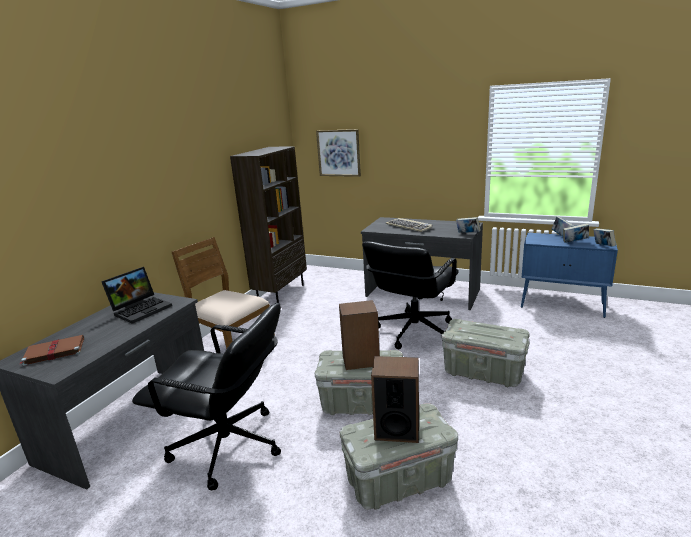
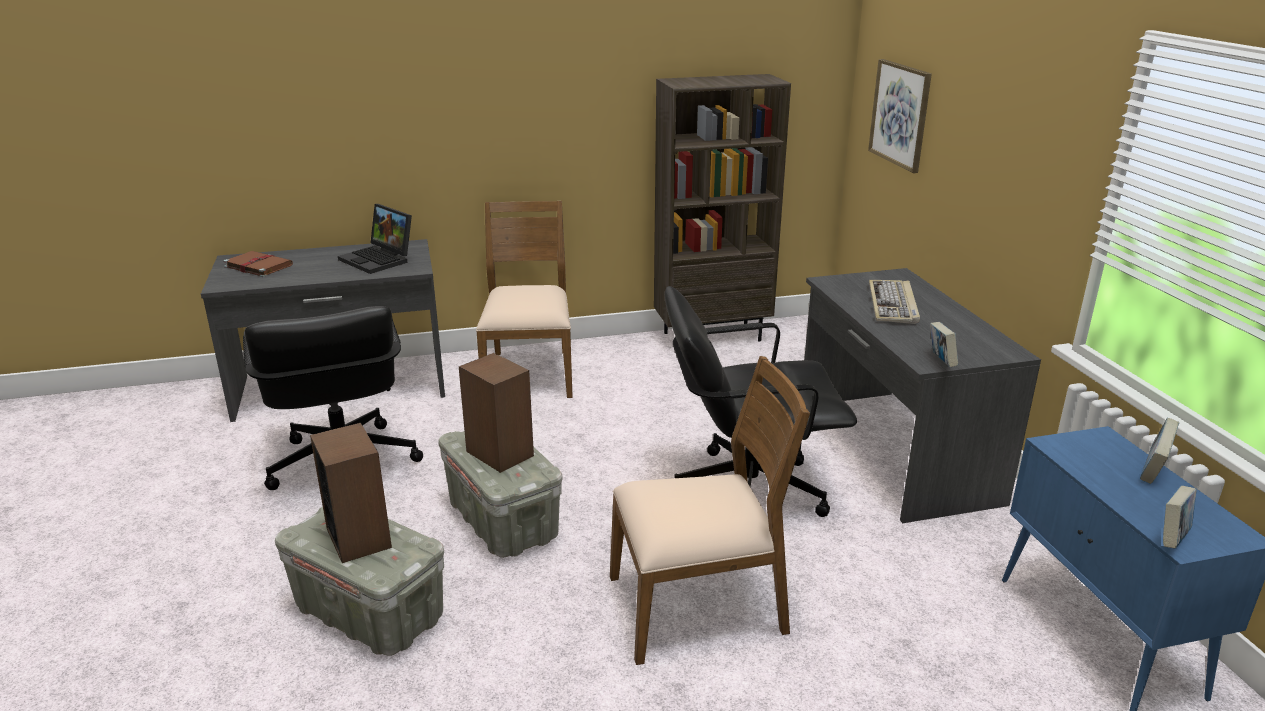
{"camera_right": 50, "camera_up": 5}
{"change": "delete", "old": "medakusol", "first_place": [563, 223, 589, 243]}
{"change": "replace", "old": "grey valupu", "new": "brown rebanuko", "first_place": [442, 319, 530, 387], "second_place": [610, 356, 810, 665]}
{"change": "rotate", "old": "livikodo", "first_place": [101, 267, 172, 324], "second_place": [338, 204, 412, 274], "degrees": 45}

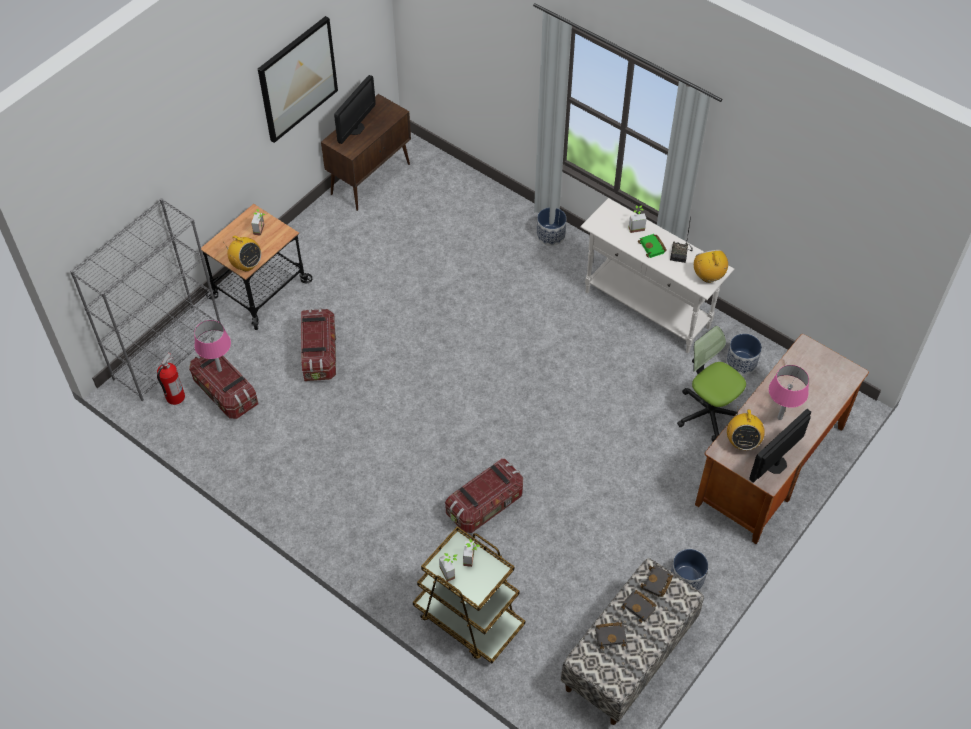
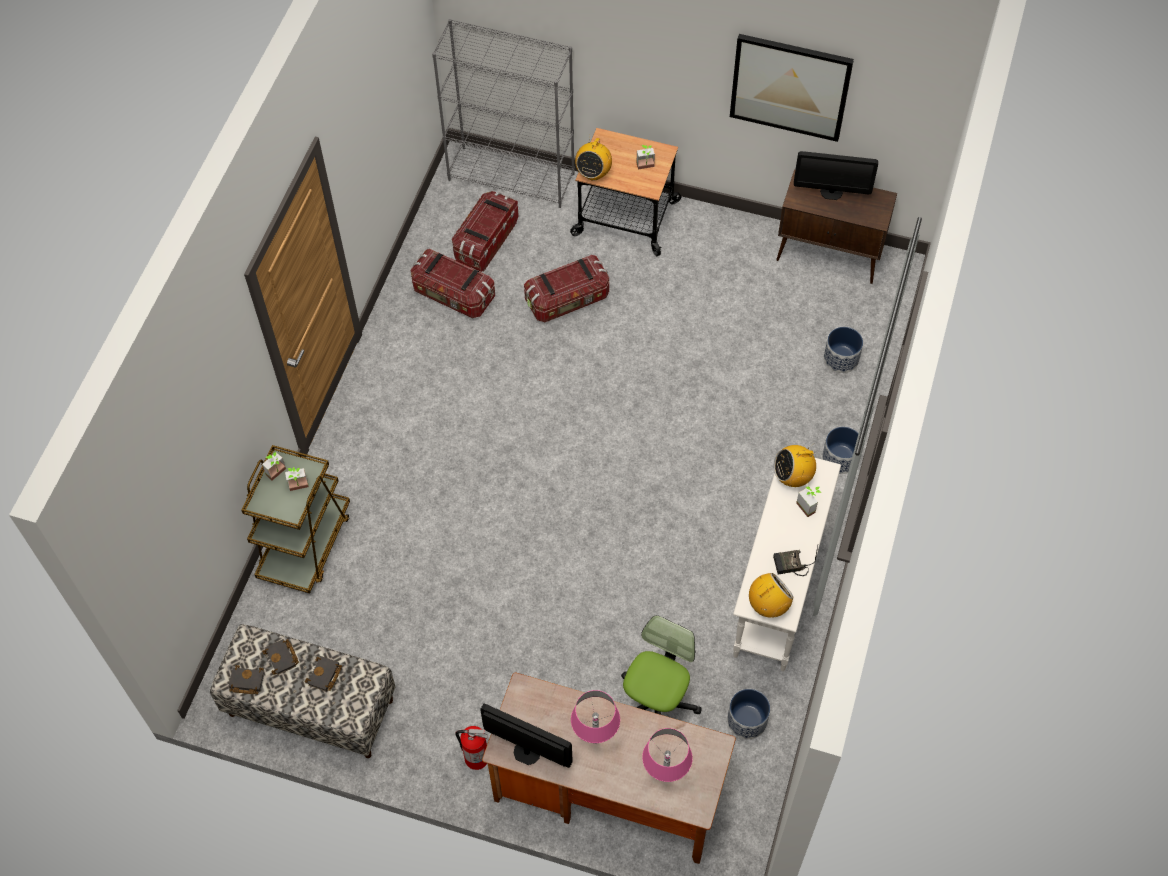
{"camera_right": 70, "camera_up": 5}
{"change": "delete", "old": "green medakusol", "first_place": [638, 234, 667, 258]}
{"change": "move", "old": "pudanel", "first_place": [157, 353, 185, 405], "second_place": [455, 726, 488, 770]}
{"change": "move", "old": "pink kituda", "first_place": [194, 320, 231, 372], "second_place": [642, 728, 693, 782]}
{"change": "move", "old": "valupu", "first_place": [445, 459, 523, 533], "second_place": [410, 249, 495, 318]}
{"change": "move", "old": "black medakusol", "first_place": [640, 566, 673, 597], "second_place": [229, 665, 264, 694]}
{"change": "move", "old": "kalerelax", "first_place": [671, 549, 708, 591], "second_place": [824, 327, 863, 373]}
{"change": "move", "old": "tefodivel", "first_place": [727, 406, 765, 450], "second_place": [774, 443, 816, 487]}

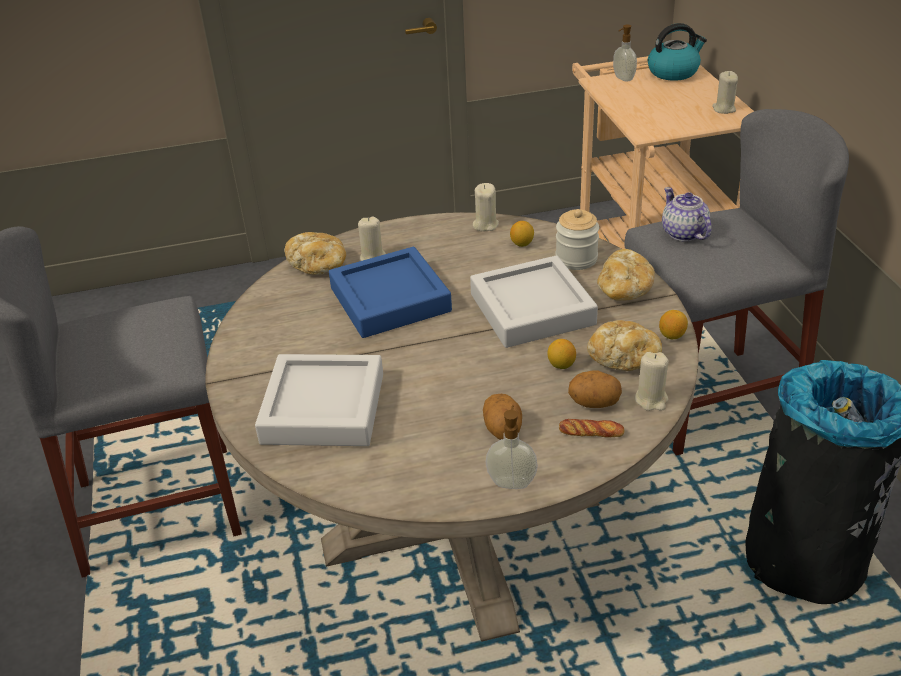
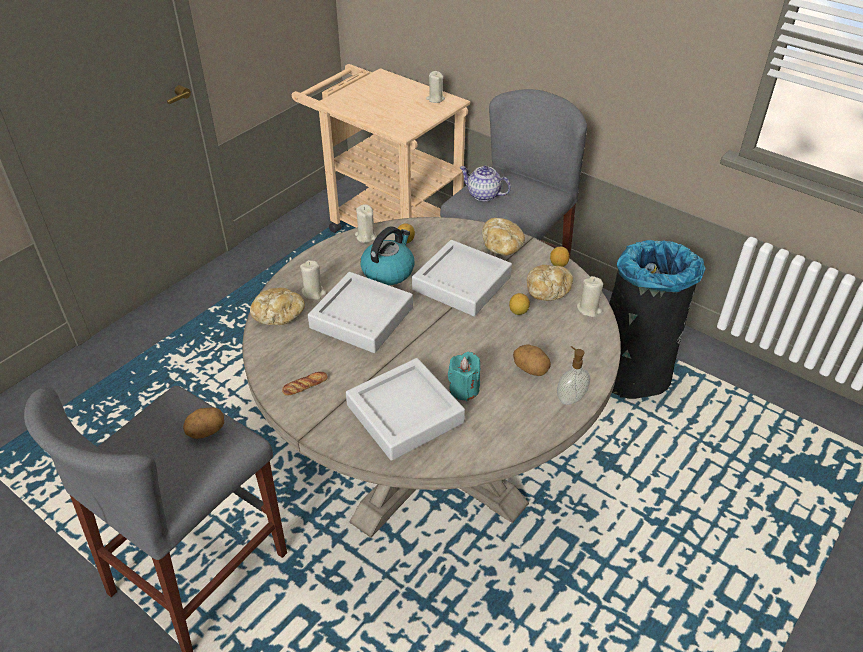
{"camera_right": -40, "camera_up": 5}
{"change": "delete", "old": "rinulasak", "first_place": [556, 209, 599, 270]}
{"change": "delete", "old": "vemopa", "first_place": [613, 25, 637, 82]}
{"change": "insert", "new": "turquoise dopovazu", "second_place": [448, 352, 480, 401]}
{"change": "move", "old": "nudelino", "first_place": [559, 419, 625, 438], "second_place": [282, 372, 328, 396]}
{"change": "move", "old": "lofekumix", "first_place": [568, 370, 622, 408], "second_place": [183, 408, 224, 439]}
{"change": "move", "old": "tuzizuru", "first_place": [648, 23, 707, 81], "second_place": [361, 226, 414, 285]}
{"change": "recolor", "old": "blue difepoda", "new": "grey difepoda", "first_place": [329, 247, 452, 338], "second_place": [308, 272, 413, 353]}

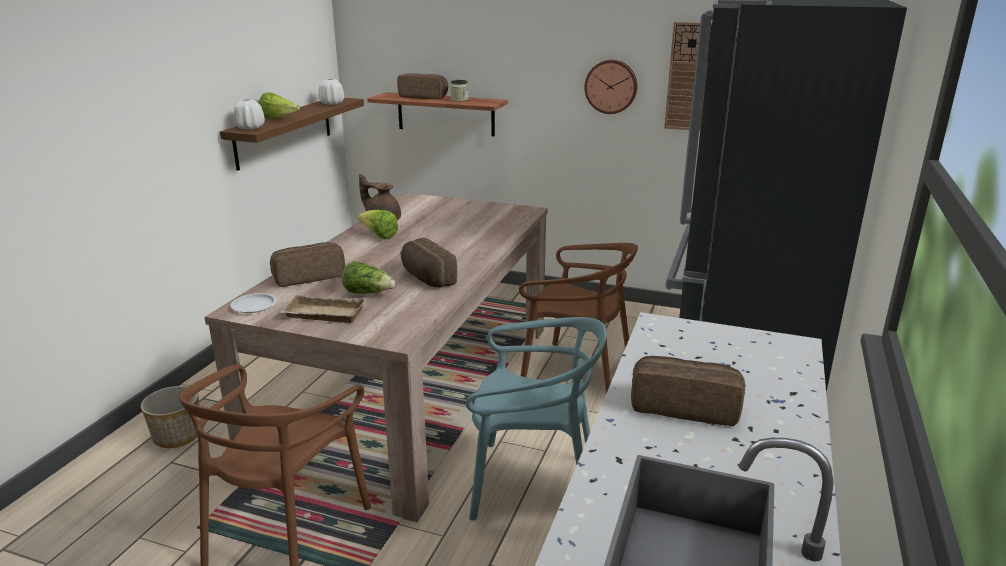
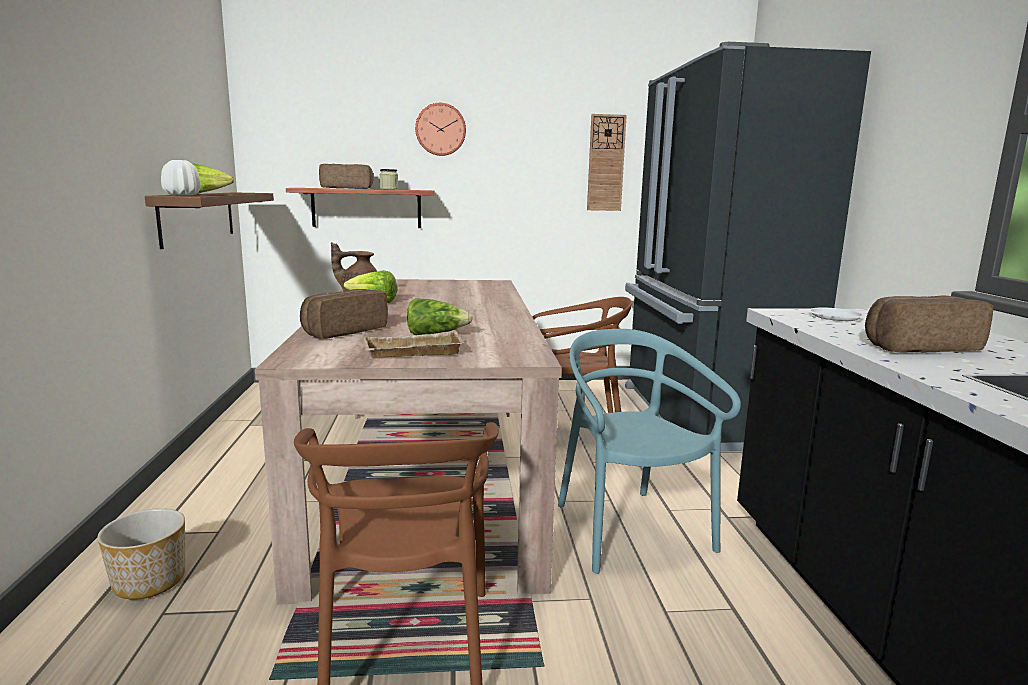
{"camera_right": -25, "camera_up": -10}
{"change": "delete", "old": "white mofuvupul", "first_place": [318, 79, 344, 105]}
{"change": "delete", "old": "nudelino", "first_place": [401, 238, 457, 288]}
{"change": "move", "old": "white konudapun", "first_place": [231, 293, 276, 313], "second_place": [808, 308, 865, 321]}
{"change": "move", "old": "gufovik", "first_place": [584, 60, 637, 114], "second_place": [415, 103, 466, 156]}
{"change": "rotate", "old": "turquoise rebanuko", "first_place": [466, 317, 606, 520], "second_place": [558, 329, 741, 574], "degrees": -90}

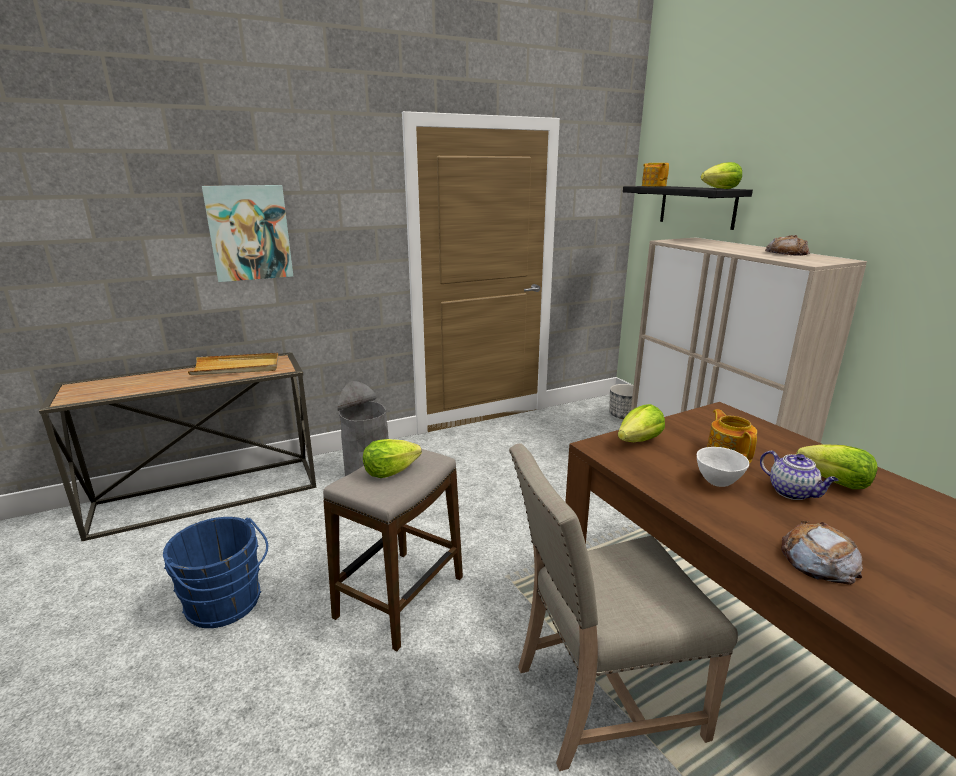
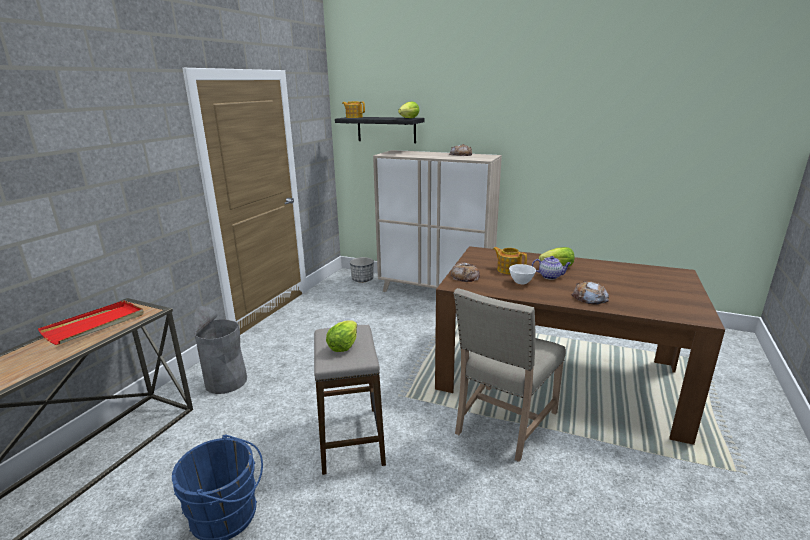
{"camera_right": -40, "camera_up": 0}
{"change": "delete", "old": "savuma", "first_place": [202, 185, 293, 282]}
{"change": "replace", "old": "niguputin", "new": "nudelino", "first_place": [618, 404, 665, 442], "second_place": [451, 262, 480, 282]}
{"change": "recolor", "old": "beige difepoda", "new": "red difepoda", "first_place": [188, 353, 279, 375], "second_place": [38, 300, 144, 345]}

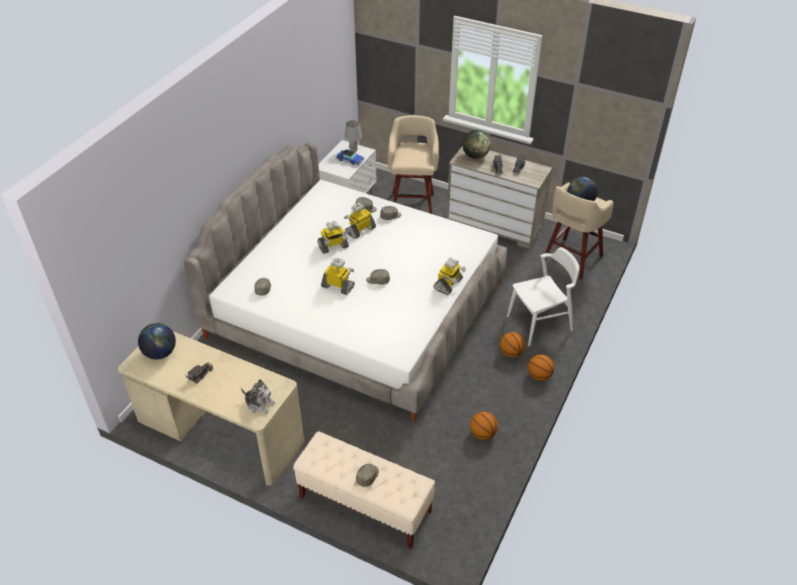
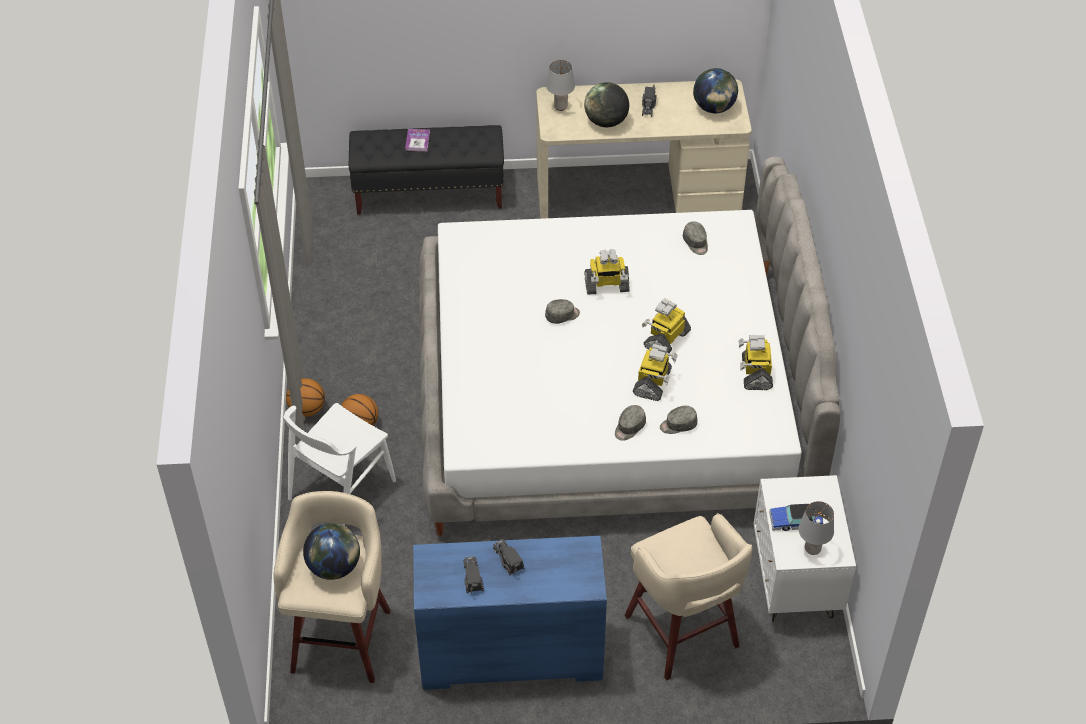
{"camera_right": 150, "camera_up": 5}
{"change": "delete", "old": "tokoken", "first_place": [470, 412, 498, 440]}
{"change": "move", "old": "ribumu", "first_place": [433, 258, 466, 295], "second_place": [739, 335, 773, 390]}
{"change": "move", "old": "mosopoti", "first_place": [462, 130, 491, 159], "second_place": [584, 82, 629, 127]}
{"change": "replace", "old": "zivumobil", "new": "grey kituda", "first_place": [241, 379, 275, 414], "second_place": [546, 60, 575, 111]}
{"change": "replace", "old": "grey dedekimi", "new": "medakusol", "first_place": [356, 464, 379, 487], "second_place": [405, 129, 430, 151]}
{"change": "recolor", "old": "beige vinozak", "new": "black vinozak", "first_place": [293, 431, 435, 549], "second_place": [349, 125, 504, 215]}
{"change": "recolor", "old": "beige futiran", "new": "blue futiran", "first_place": [446, 146, 552, 249], "second_place": [413, 536, 607, 690]}

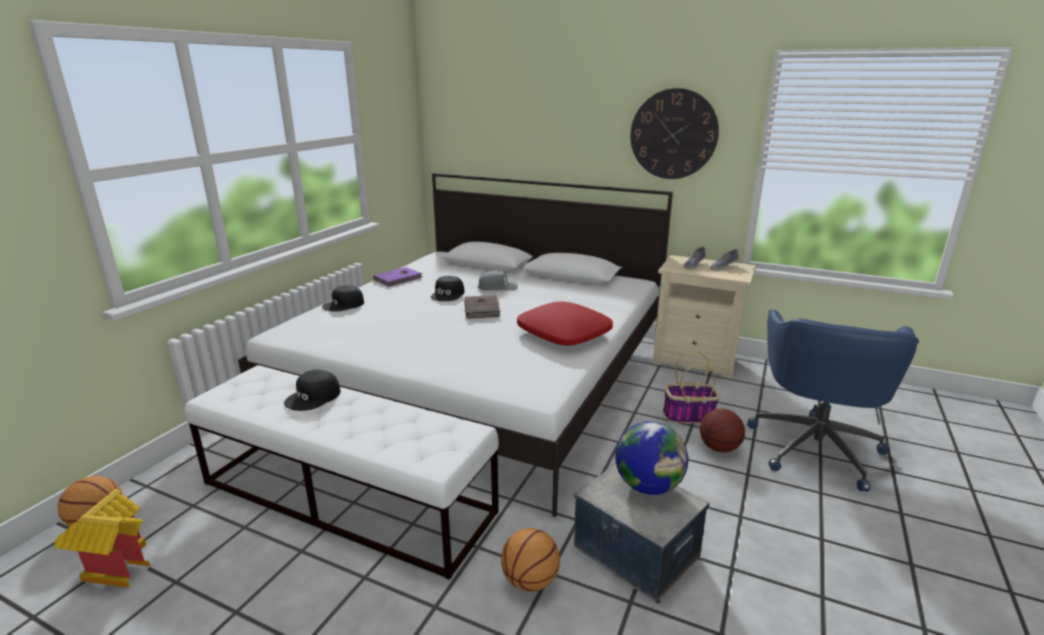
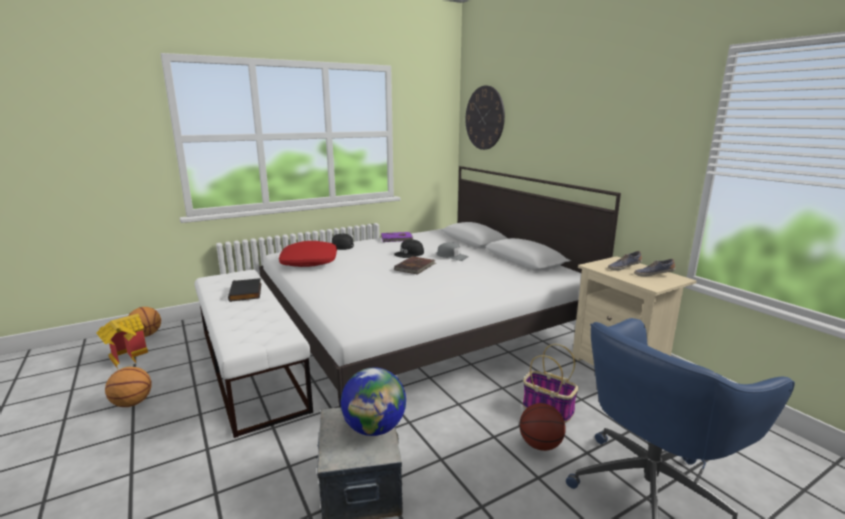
{"camera_right": 35, "camera_up": -5}
{"change": "move", "old": "tokoken", "first_place": [501, 528, 560, 592], "second_place": [105, 367, 151, 407]}
{"change": "move", "old": "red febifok", "first_place": [517, 302, 613, 346], "second_place": [279, 241, 337, 267]}
{"change": "move", "old": "gufovik", "first_place": [630, 88, 719, 179], "second_place": [466, 85, 505, 150]}
{"change": "replace", "old": "black dedekimi", "new": "black medakusol", "first_place": [284, 369, 341, 411], "second_place": [228, 278, 261, 302]}

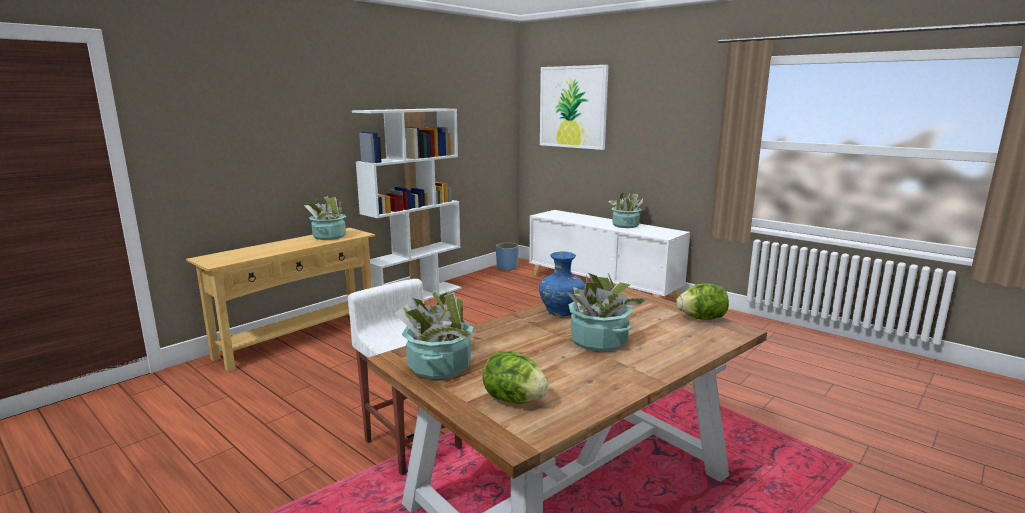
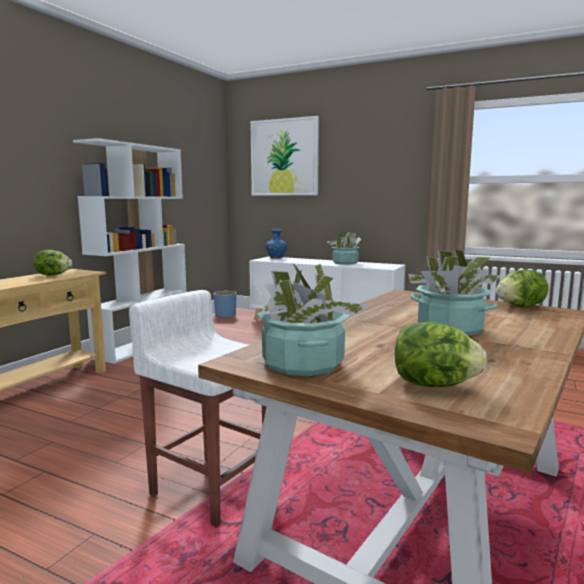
{"camera_right": -15, "camera_up": -5}
{"change": "move", "old": "blue mofuvupul", "first_place": [539, 252, 584, 316], "second_place": [266, 229, 287, 259]}
{"change": "replace", "old": "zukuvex", "new": "niguputin", "first_place": [304, 196, 346, 240], "second_place": [34, 250, 72, 275]}

